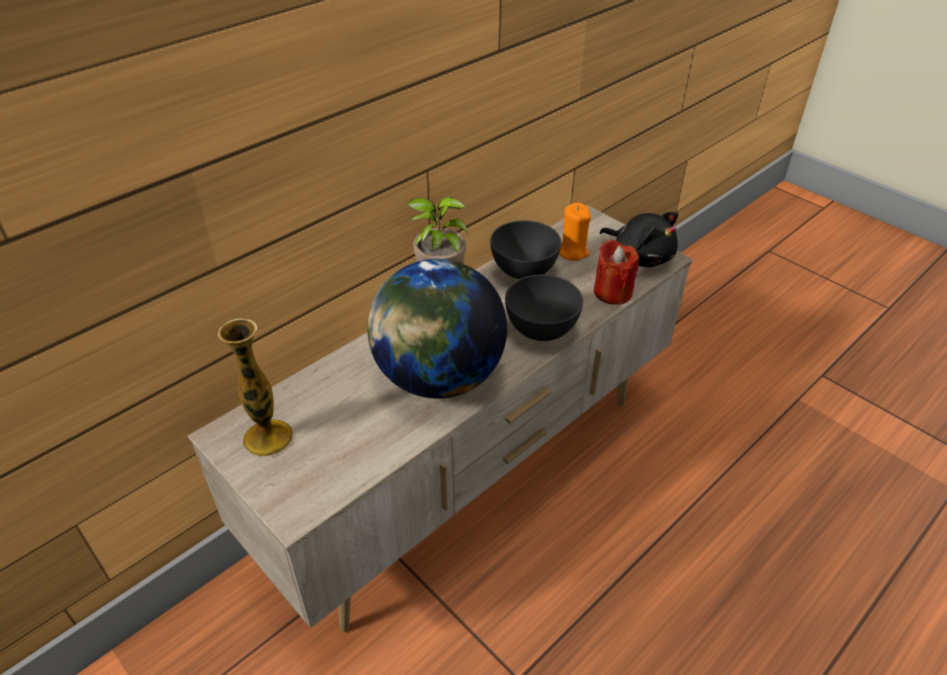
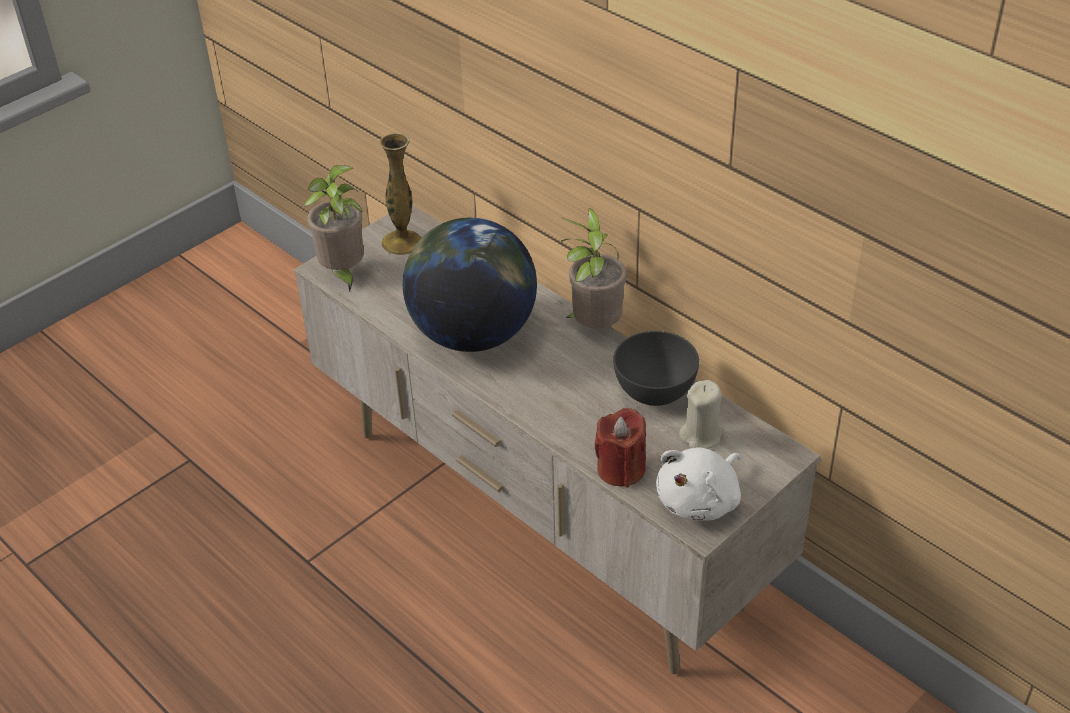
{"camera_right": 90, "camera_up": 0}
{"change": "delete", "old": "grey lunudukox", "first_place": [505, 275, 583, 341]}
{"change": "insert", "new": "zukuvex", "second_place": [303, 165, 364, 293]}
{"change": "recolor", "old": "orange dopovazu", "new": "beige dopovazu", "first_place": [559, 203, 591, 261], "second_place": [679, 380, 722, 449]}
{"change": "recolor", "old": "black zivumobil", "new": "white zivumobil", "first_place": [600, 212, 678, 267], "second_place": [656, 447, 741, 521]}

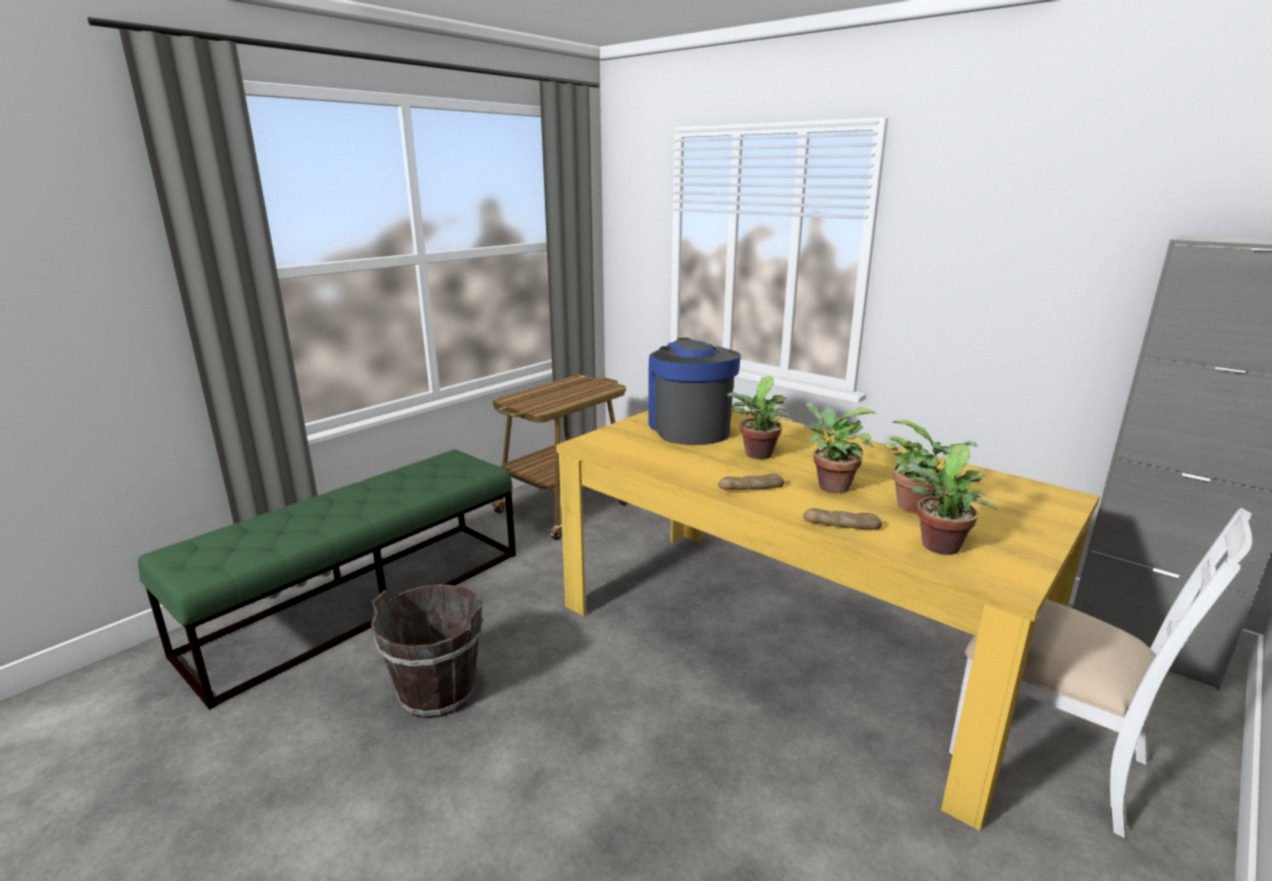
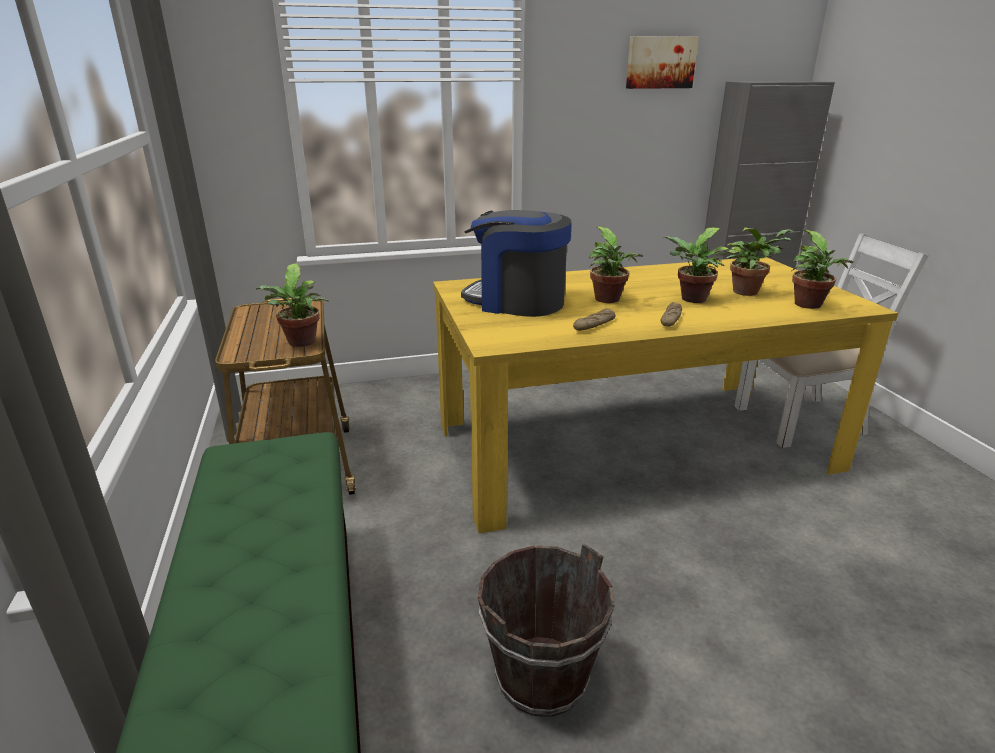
{"camera_right": -55, "camera_up": 5}
{"change": "insert", "new": "zukuvex", "second_place": [256, 263, 329, 347]}
{"change": "insert", "new": "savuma", "second_place": [626, 36, 698, 89]}
{"change": "move", "old": "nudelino", "first_place": [803, 508, 882, 530], "second_place": [573, 309, 616, 331]}

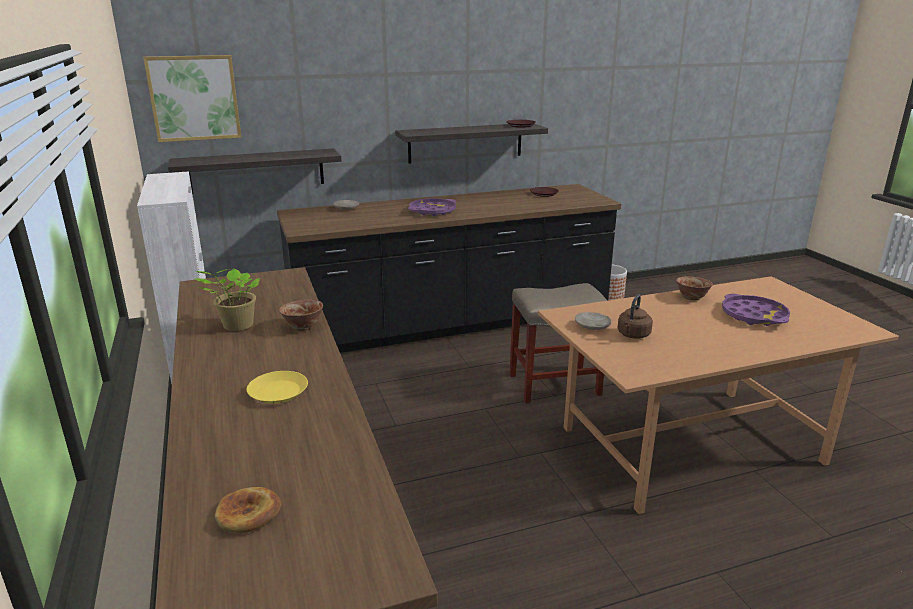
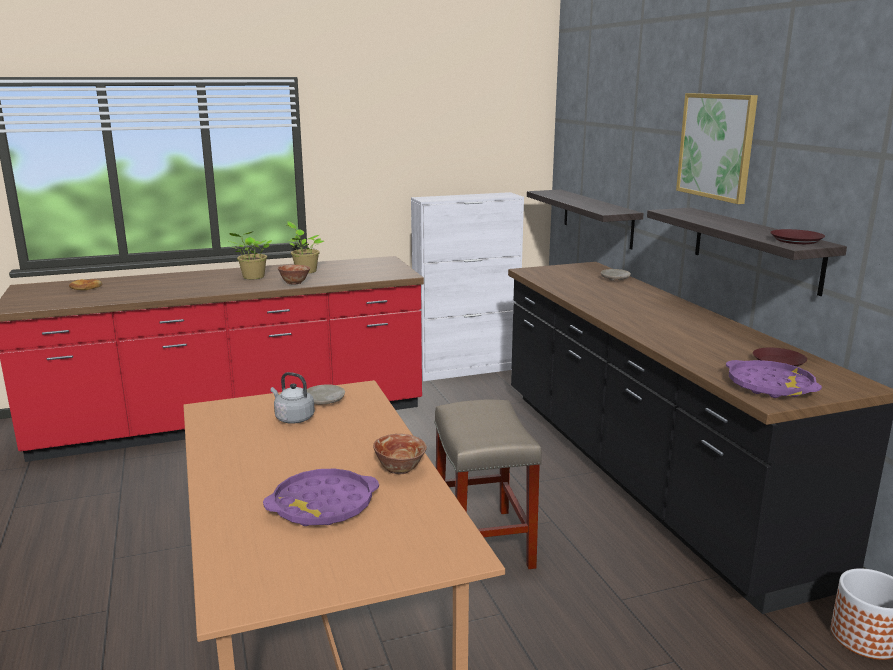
{"camera_right": 90, "camera_up": -5}
{"change": "delete", "old": "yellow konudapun", "first_place": [247, 371, 308, 404]}
{"change": "insert", "new": "zukuvex", "second_place": [229, 232, 272, 279]}
{"change": "move", "old": "savuma", "first_place": [143, 55, 242, 142], "second_place": [676, 93, 758, 204]}
{"change": "move", "old": "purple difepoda", "first_place": [408, 198, 456, 216], "second_place": [726, 360, 822, 398]}
{"change": "recolor", "old": "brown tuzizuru", "new": "grey tuzizuru", "first_place": [617, 294, 653, 339], "second_place": [271, 372, 315, 424]}

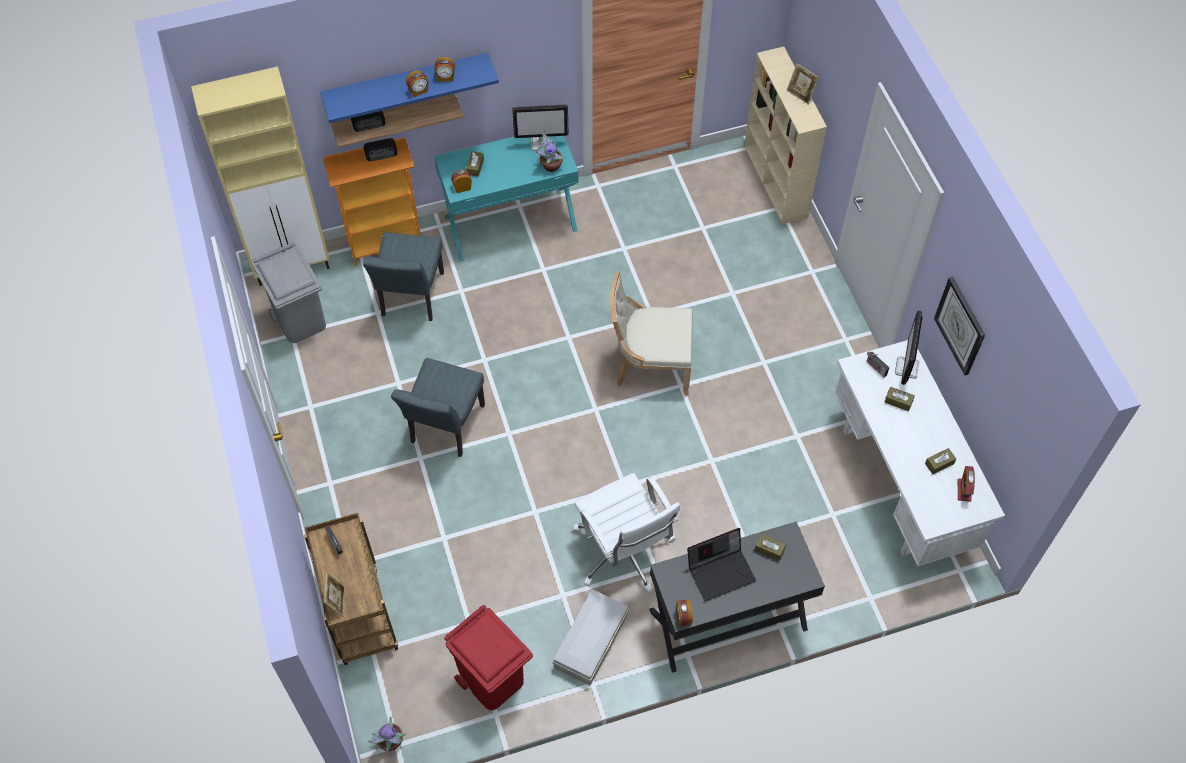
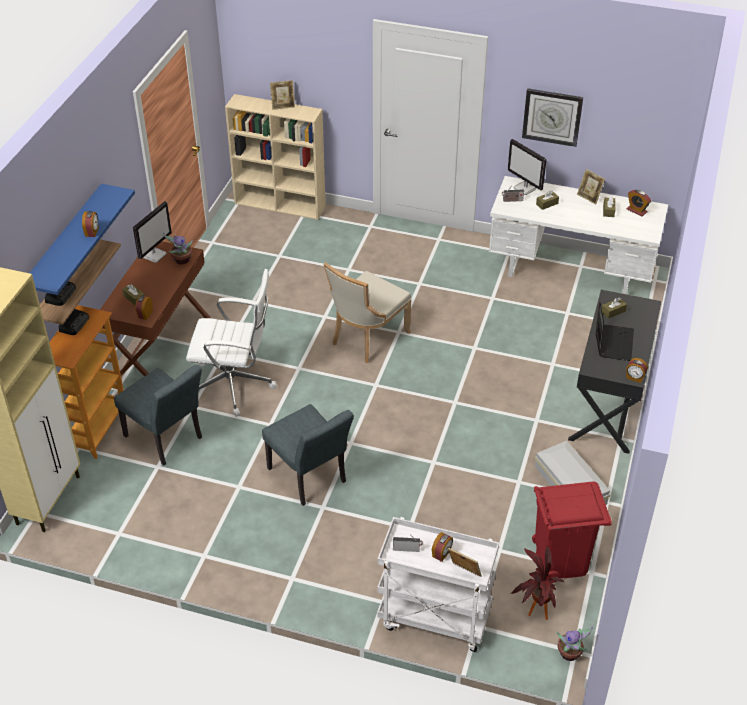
{"camera_right": -55, "camera_up": -15}
{"change": "delete", "old": "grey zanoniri", "first_place": [253, 242, 326, 343]}
{"change": "insert", "new": "zukuvex", "second_place": [511, 546, 565, 620]}
{"change": "insert", "new": "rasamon", "second_place": [577, 169, 605, 205]}
{"change": "move", "old": "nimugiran", "first_place": [434, 57, 455, 81], "second_place": [432, 532, 453, 562]}
{"change": "move", "old": "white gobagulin", "first_place": [573, 473, 680, 593], "second_place": [186, 269, 277, 417]}
{"change": "recolor", "old": "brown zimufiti", "new": "white zimufiti", "first_place": [304, 513, 398, 665], "second_place": [377, 517, 499, 652]}
{"change": "recolor", "old": "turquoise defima", "new": "brown defima", "first_place": [434, 136, 579, 261], "second_place": [100, 241, 211, 376]}

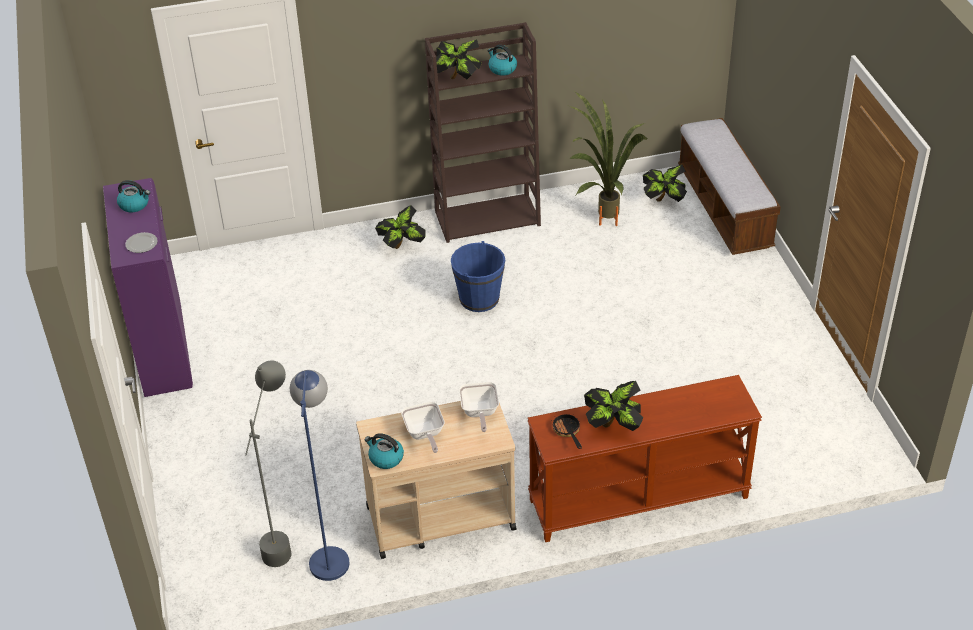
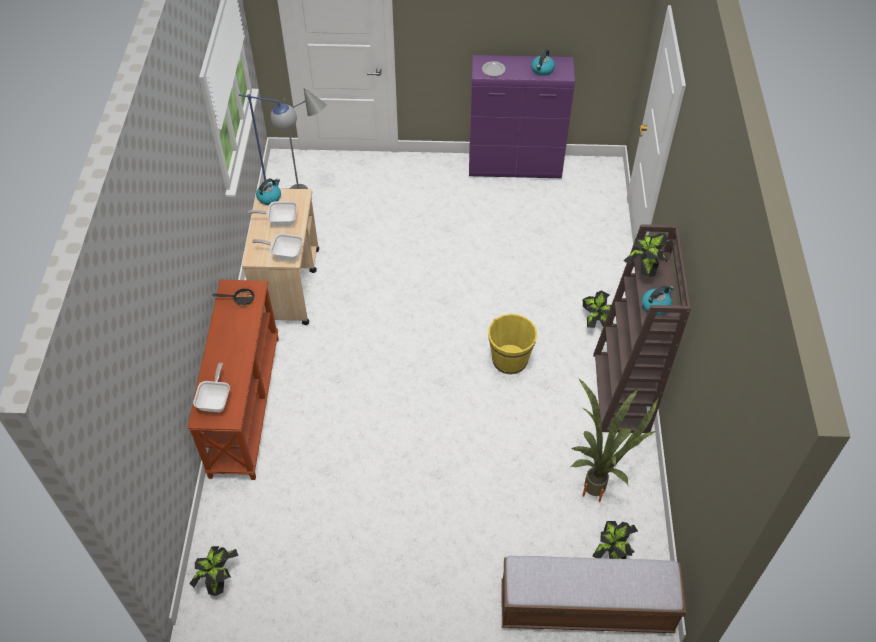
{"camera_right": 105, "camera_up": 10}
{"change": "insert", "new": "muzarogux", "second_place": [193, 363, 230, 412]}
{"change": "move", "old": "zukuvex", "first_place": [584, 381, 644, 431], "second_place": [189, 546, 239, 596]}
{"change": "recolor", "old": "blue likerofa", "new": "yellow likerofa", "first_place": [451, 241, 505, 312], "second_place": [488, 314, 537, 375]}

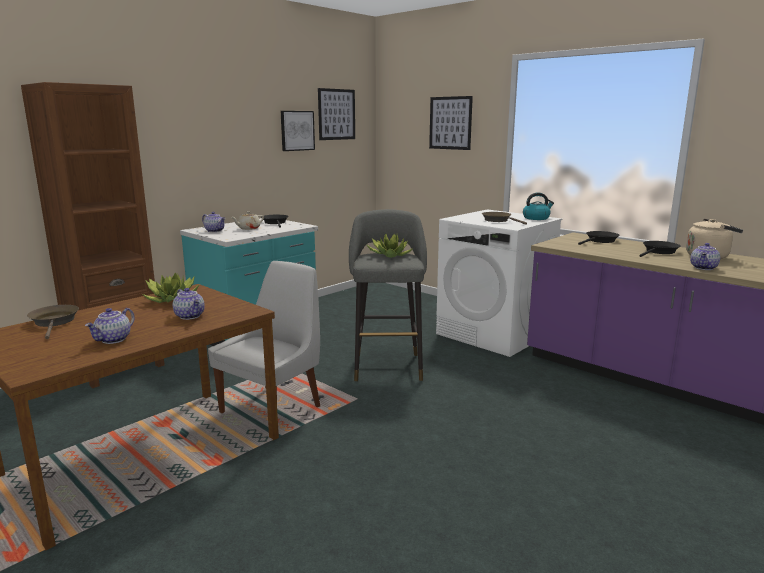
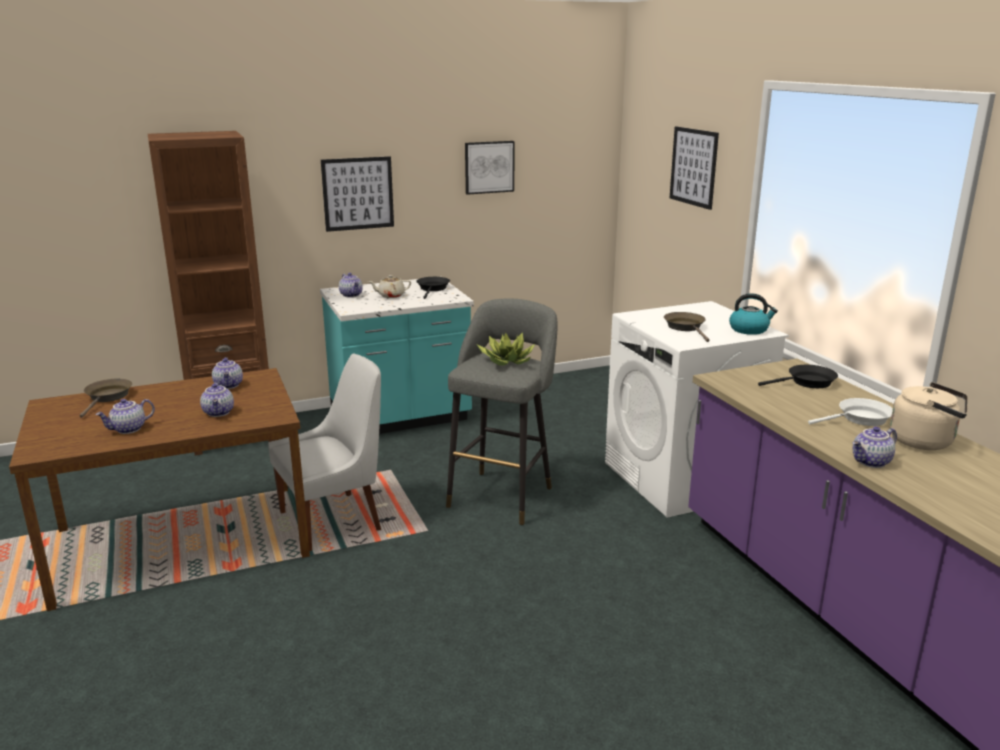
{"camera_right": 25, "camera_up": 5}
{"change": "move", "old": "savuma", "first_place": [318, 88, 355, 140], "second_place": [321, 156, 394, 232]}
{"change": "replace", "old": "zukuvex", "new": "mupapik", "first_place": [143, 272, 199, 303], "second_place": [212, 357, 243, 389]}
{"change": "recolor", "old": "black muzarogux", "new": "white muzarogux", "first_place": [639, 241, 681, 257], "second_place": [808, 398, 893, 426]}

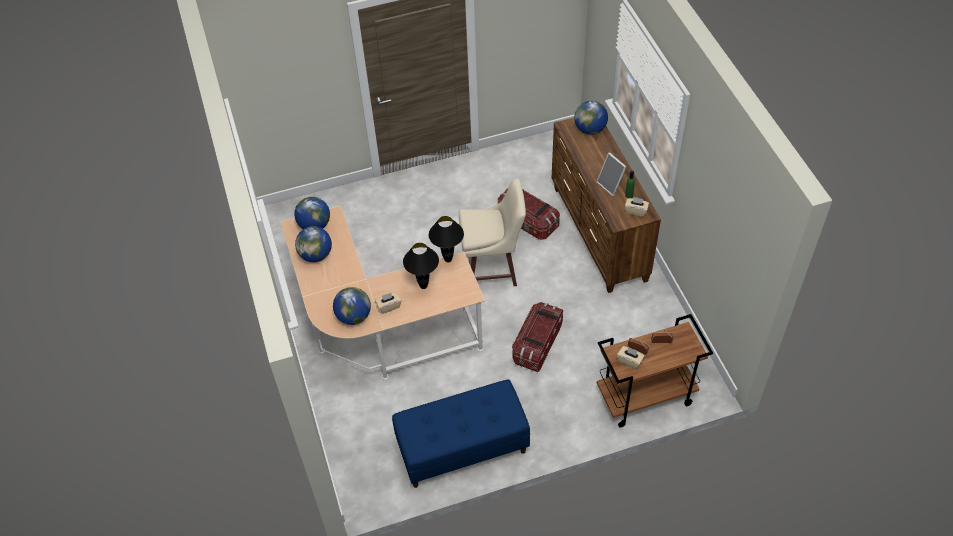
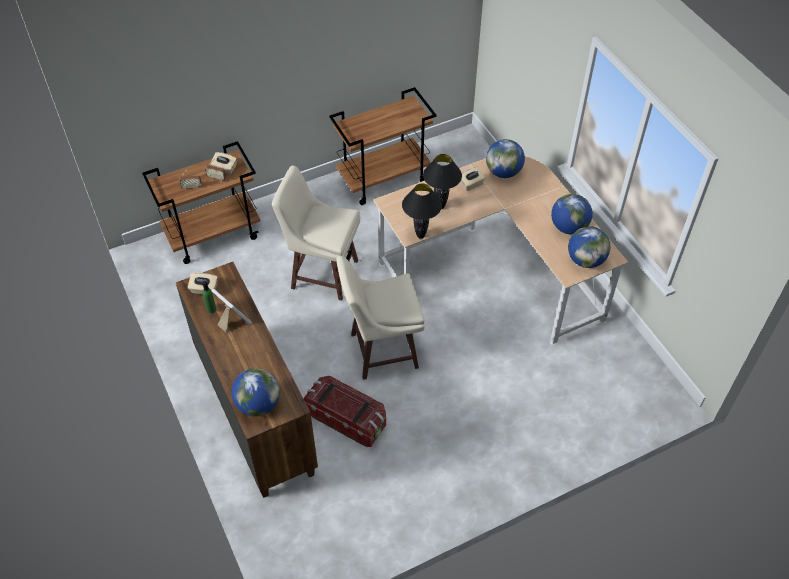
{"camera_right": 170, "camera_up": 0}
{"change": "replace", "old": "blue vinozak", "new": "brown zimufiti", "first_place": [392, 380, 530, 488], "second_place": [329, 87, 437, 205]}
{"change": "replace", "old": "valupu", "new": "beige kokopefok", "first_place": [512, 302, 563, 372], "second_place": [272, 166, 360, 301]}

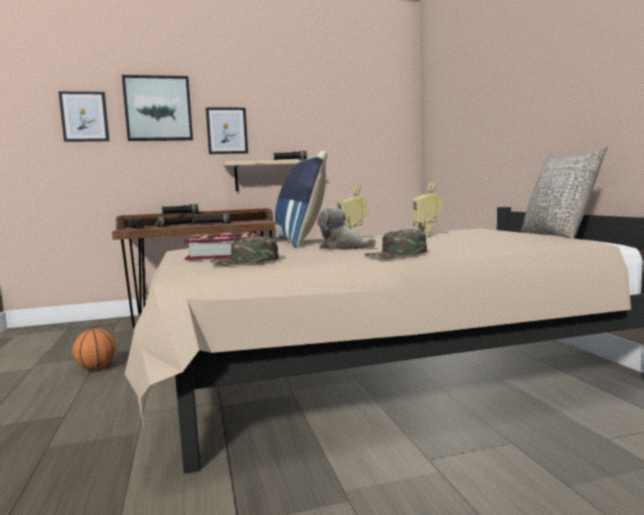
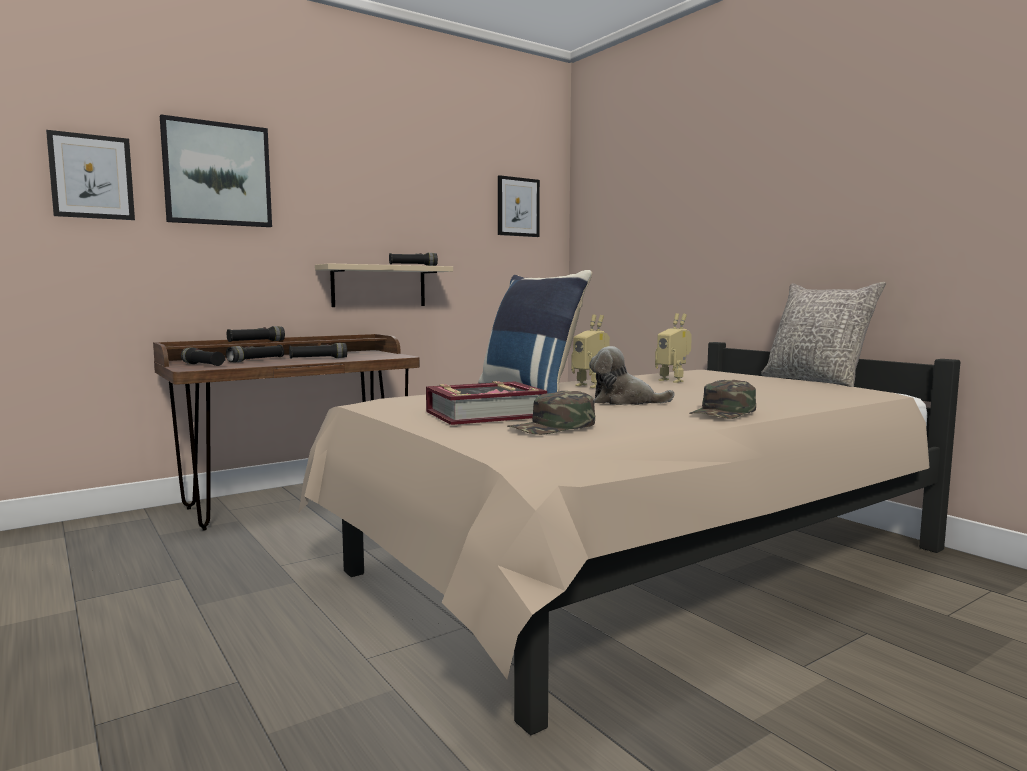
{"camera_right": -20, "camera_up": 0}
{"change": "delete", "old": "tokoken", "first_place": [72, 328, 117, 369]}
{"change": "move", "old": "savuma", "first_place": [206, 108, 248, 154], "second_place": [498, 175, 540, 237]}

